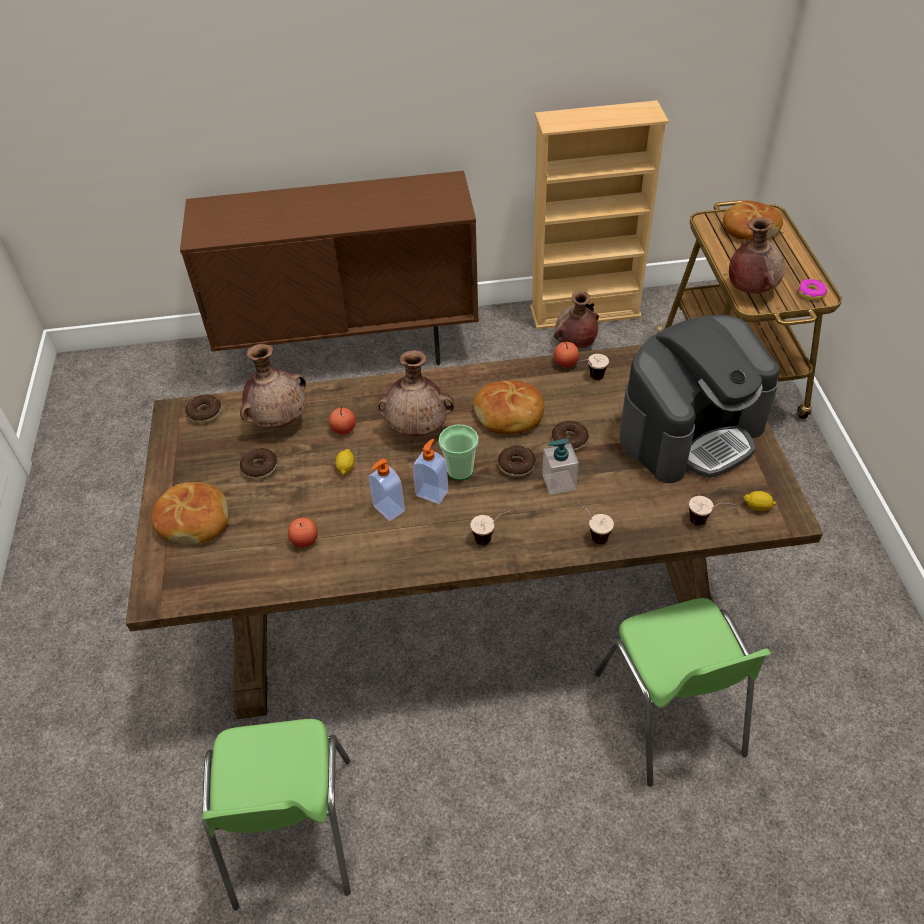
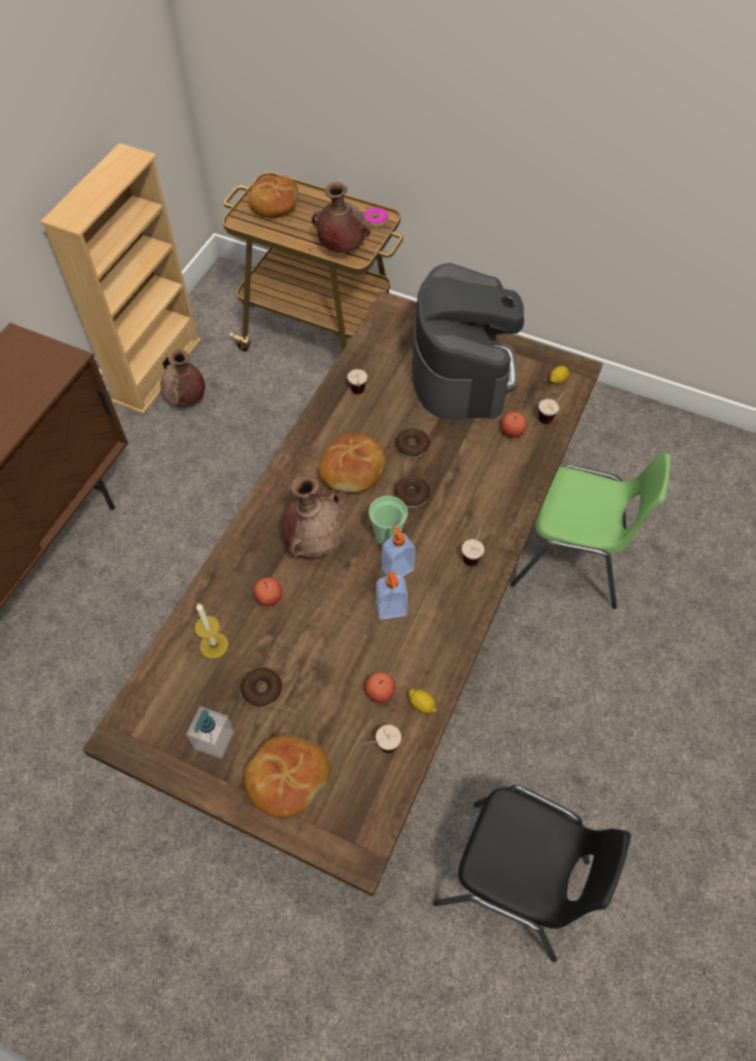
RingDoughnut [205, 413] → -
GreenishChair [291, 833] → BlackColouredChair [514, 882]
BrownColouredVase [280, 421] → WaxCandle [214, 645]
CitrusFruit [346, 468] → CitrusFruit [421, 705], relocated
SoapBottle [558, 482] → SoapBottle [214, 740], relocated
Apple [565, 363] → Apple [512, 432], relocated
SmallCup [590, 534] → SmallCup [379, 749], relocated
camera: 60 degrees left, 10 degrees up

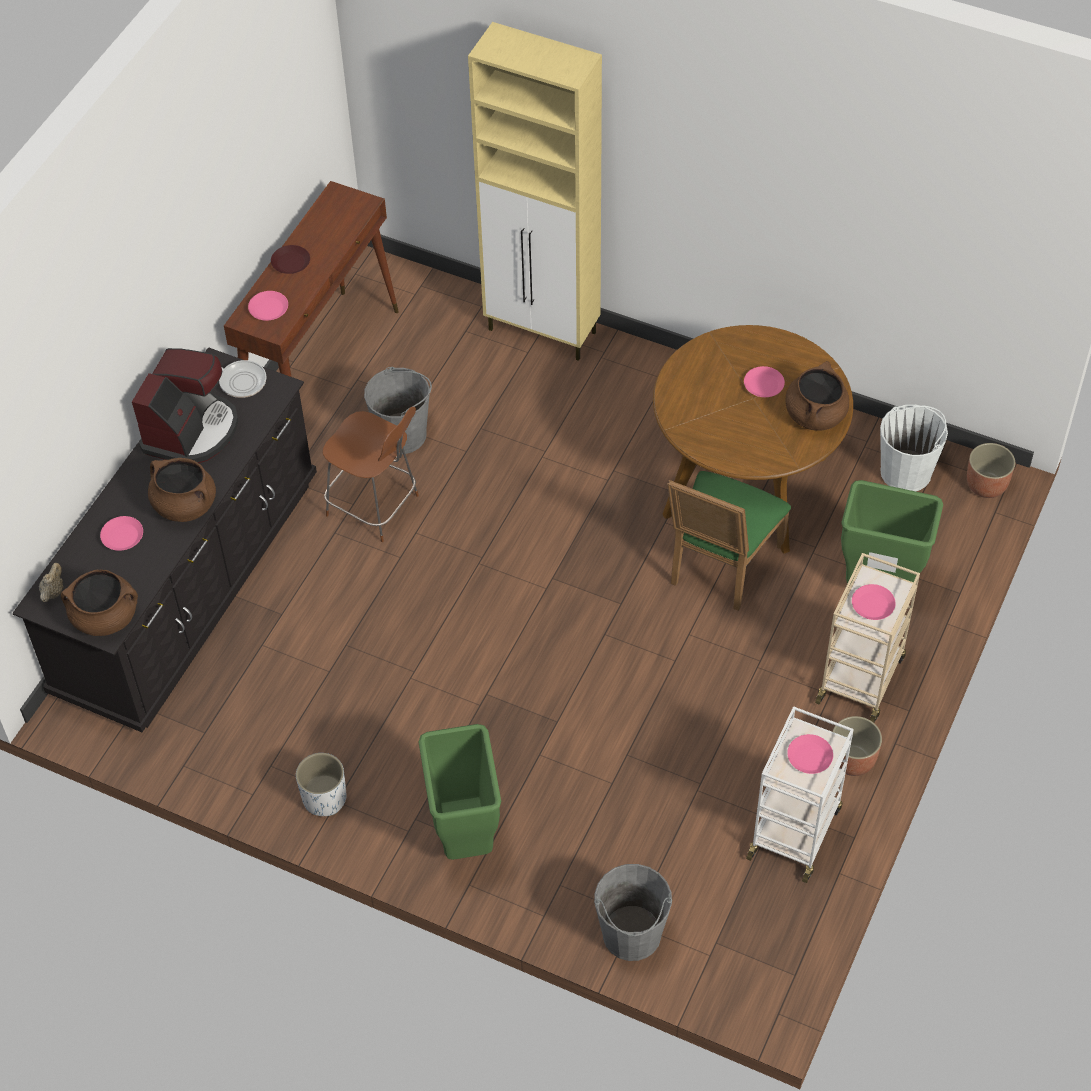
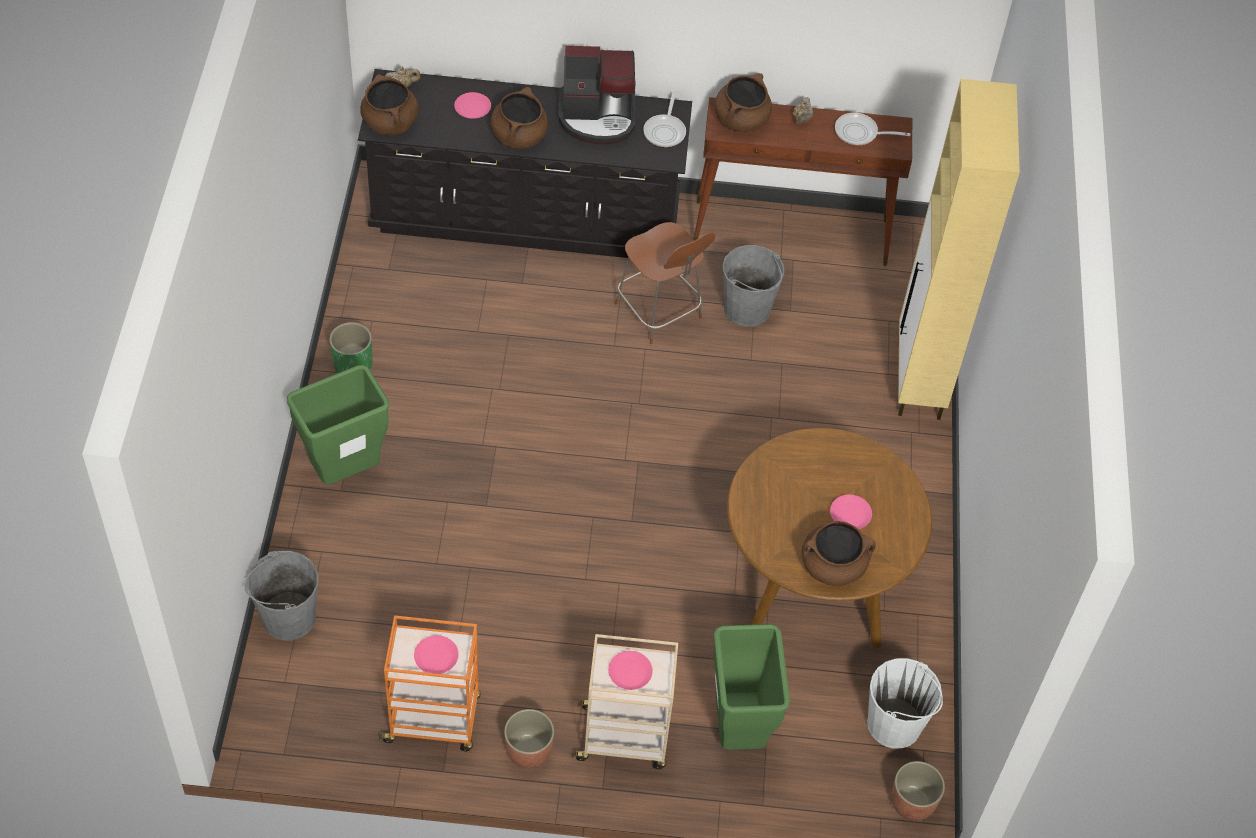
PinkColouredDinnerPlate [268, 309] → BrownColouredCookingPot [741, 120]
BrownColouredDinnerPlate [291, 263] → SandColouredPotForTea [801, 119]
WhiteFlowerPot [324, 798] → GreenishFlowerPot [353, 365]
BrownColouredChair [375, 507] → BrownColouredChair [660, 313], 45 degrees counterclockwise
GreenishChair [720, 568] → -
WhiteWheeledCart [794, 831] → OrangeWheeledCart [434, 719]
- → Pan [860, 133]
camera: 65 degrees right, 0 degrees up

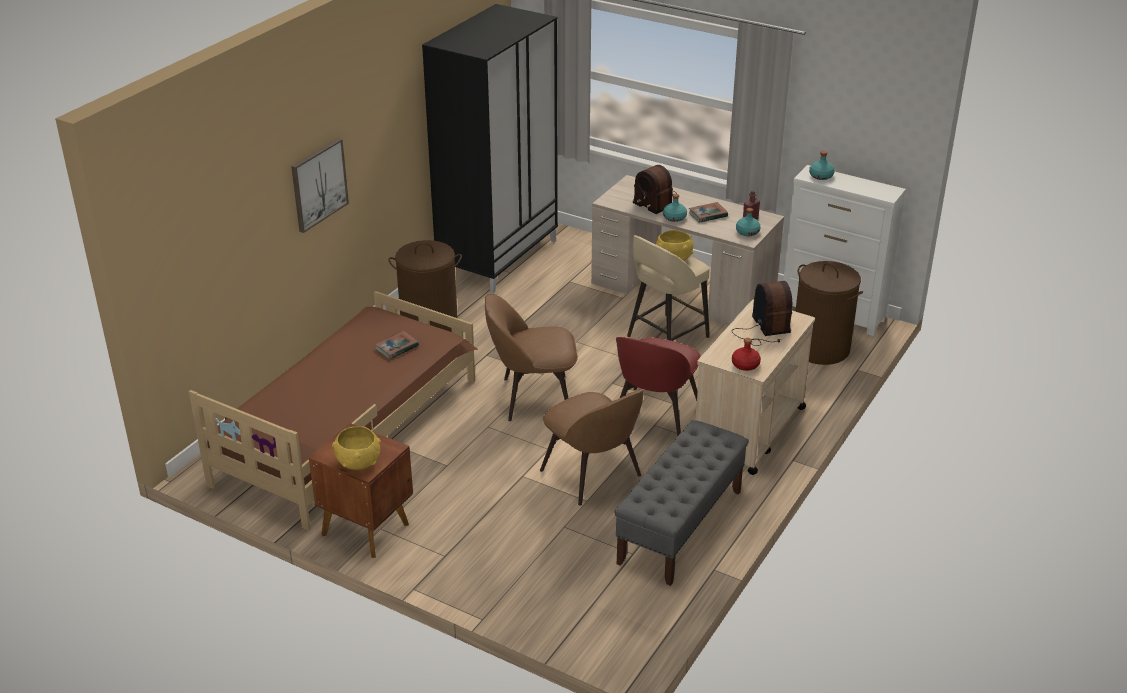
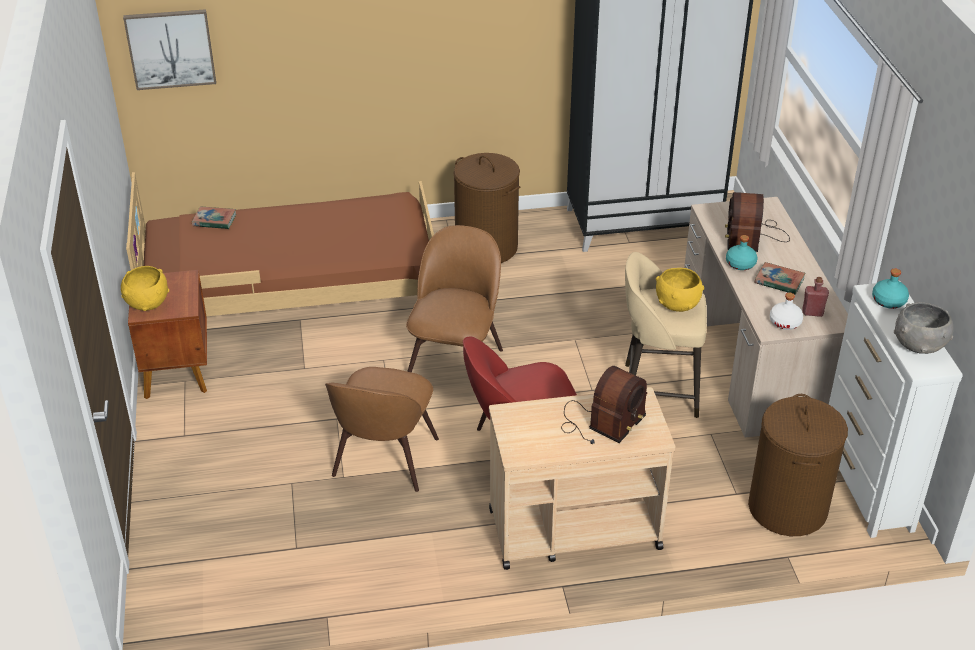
WallArt [318, 184] → WallArt [170, 49], relocated
Book [397, 348] → Book [214, 220], relocated
BrownColouredChair [533, 398] → BrownColouredChair [456, 361], 60 degrees clockwise
GreyishIndoorBench [680, 527] → -
ReddishDrinkBottle [745, 365] → -
BlueGreenDrinkBottle [747, 232] → WhiteDrinkBottle [785, 322]
- → GreyishBowl [918, 345]
camera: 50 degrees right, 5 degrees up

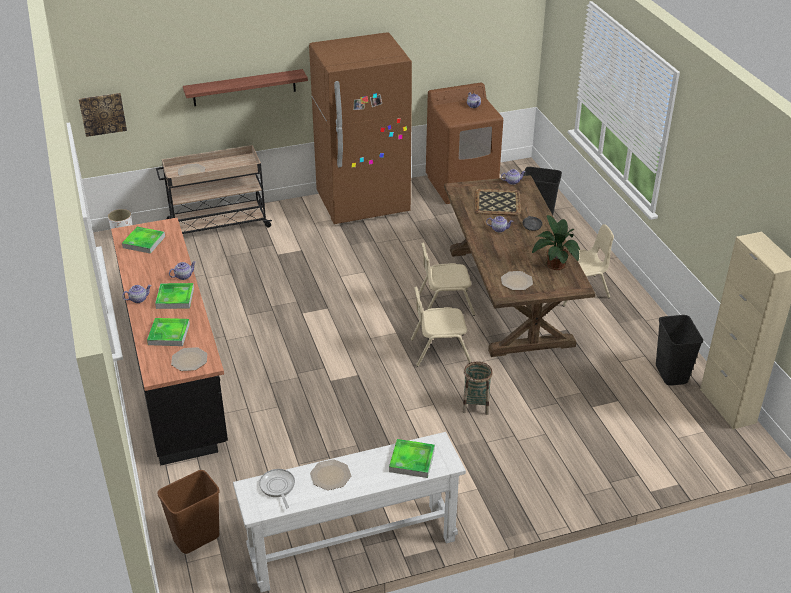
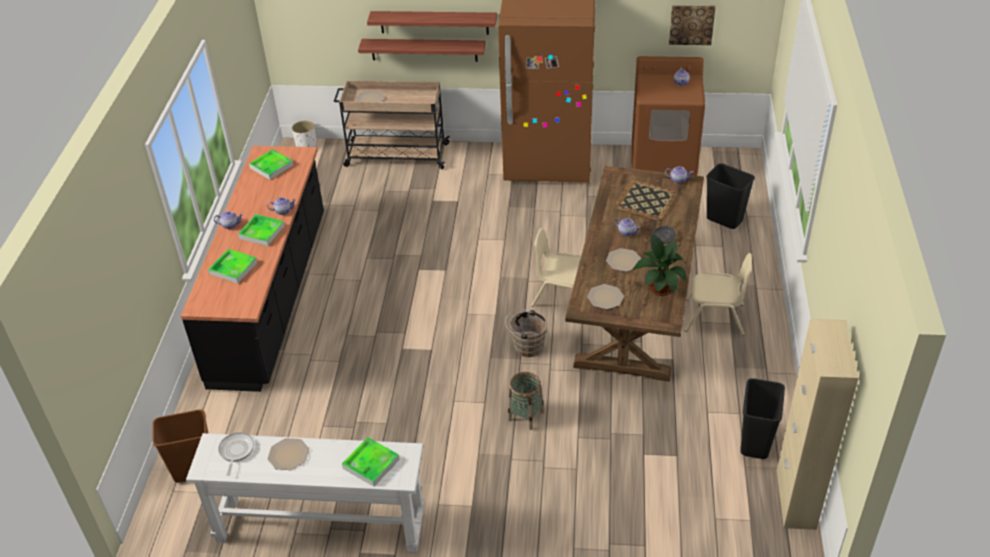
WallArt [102, 114] → WallArt [691, 24], relocated
DinnerPlate [189, 360] → DinnerPlate [623, 260], relocated
SandColouredChair [439, 350] → BrownColouredWaterBucket [526, 346]
- → Shelf [424, 50]
camera: 25 degrees right, 5 degrees up

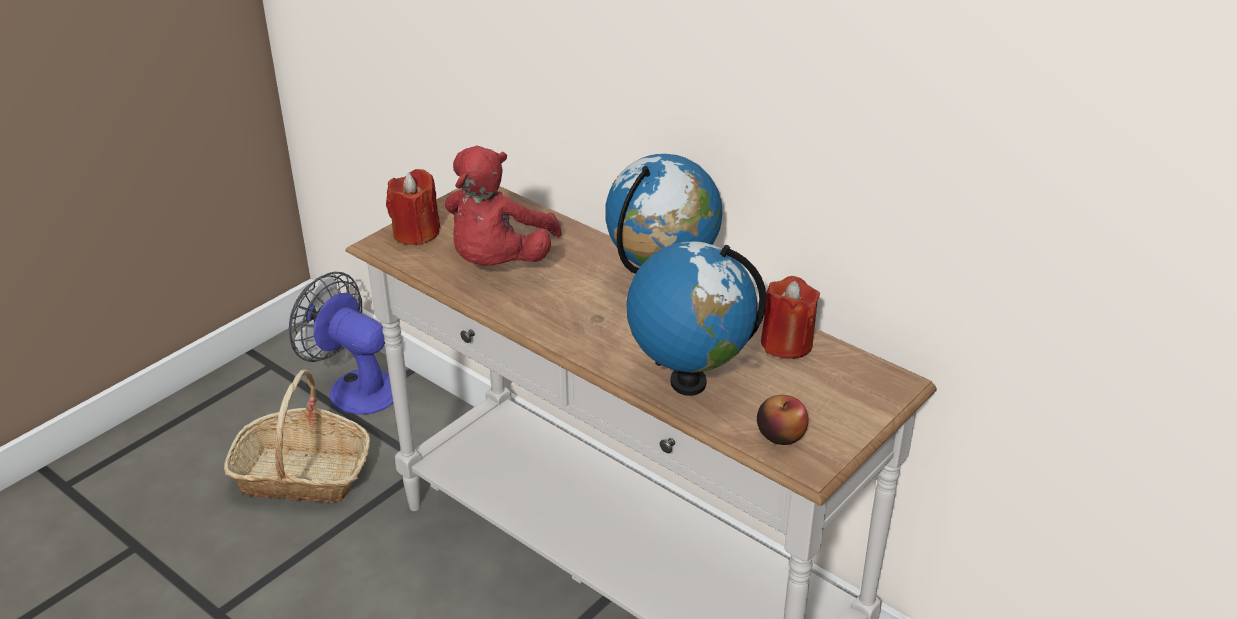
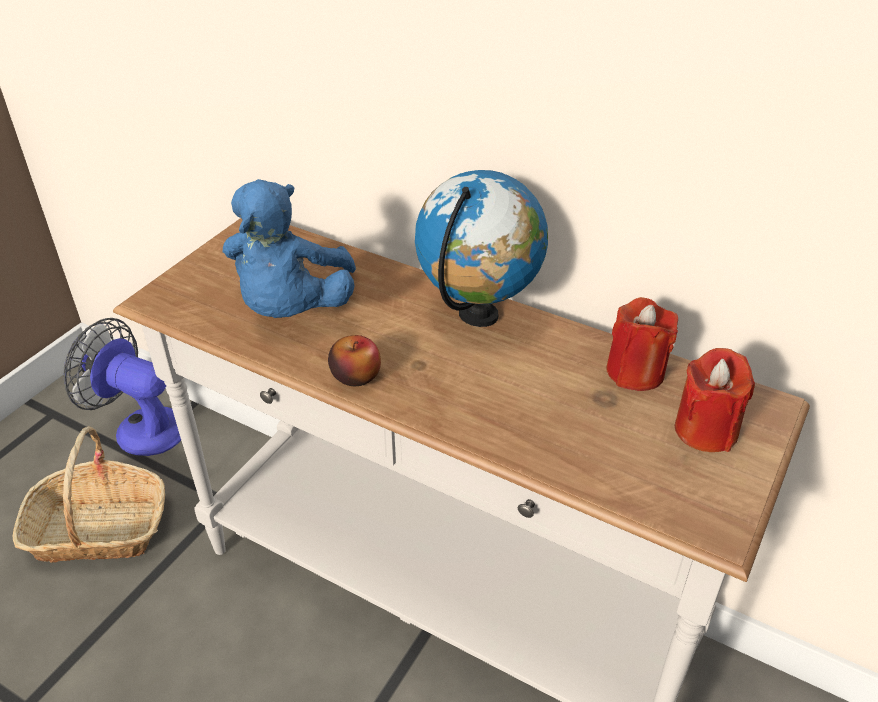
ReddishWaxCandle [416, 233] → ReddishWaxCandle [705, 430], relocated
ReddishPlushToy [498, 262] → BluePlushToy [292, 309]
WorldGlobe [688, 382] → -
Apple [781, 434] → Apple [356, 375], relocated
camera: 10 degrees left, 5 degrees up

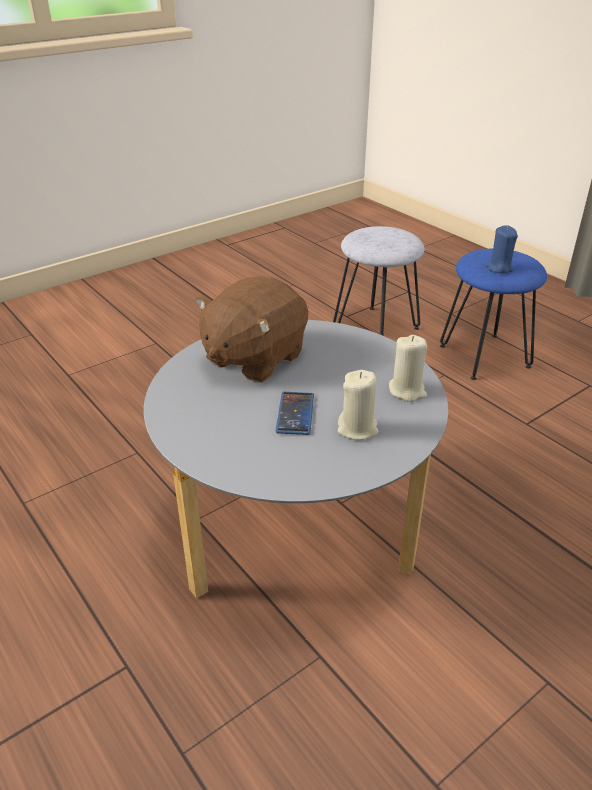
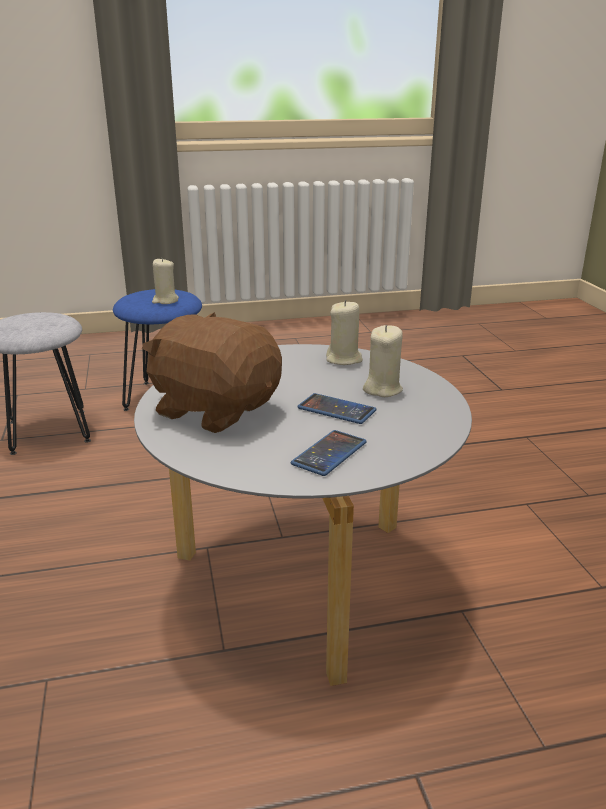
BrownColouredPlushToy [253, 358] → BrownColouredPlushToy [215, 409], 150 degrees clockwise
BlueWaxCandle [499, 268] → SandColouredWaxCandle [165, 301]
- → Telephone [329, 453]
camera: 65 degrees left, 10 degrees down

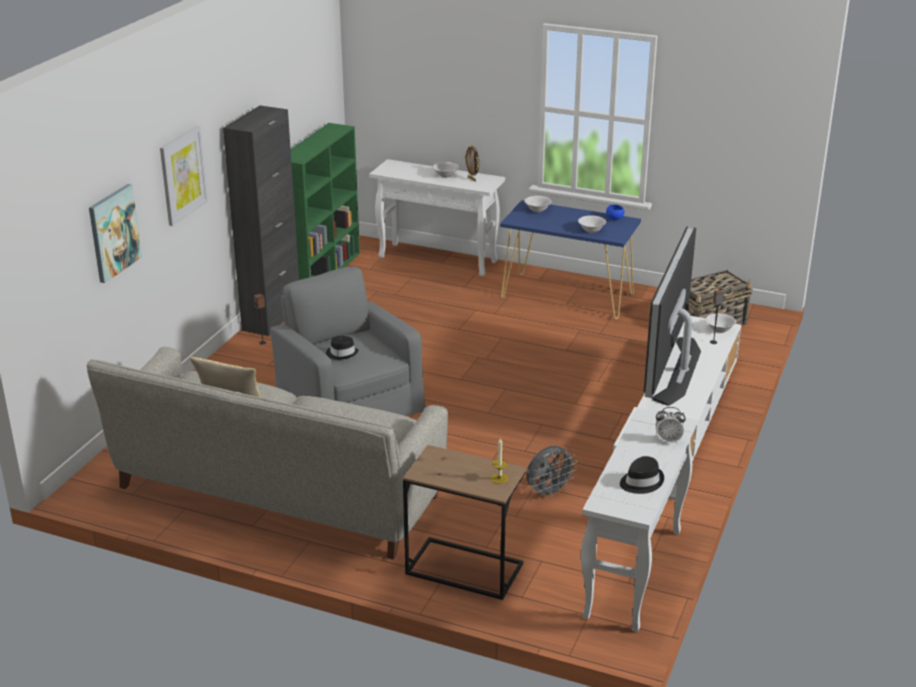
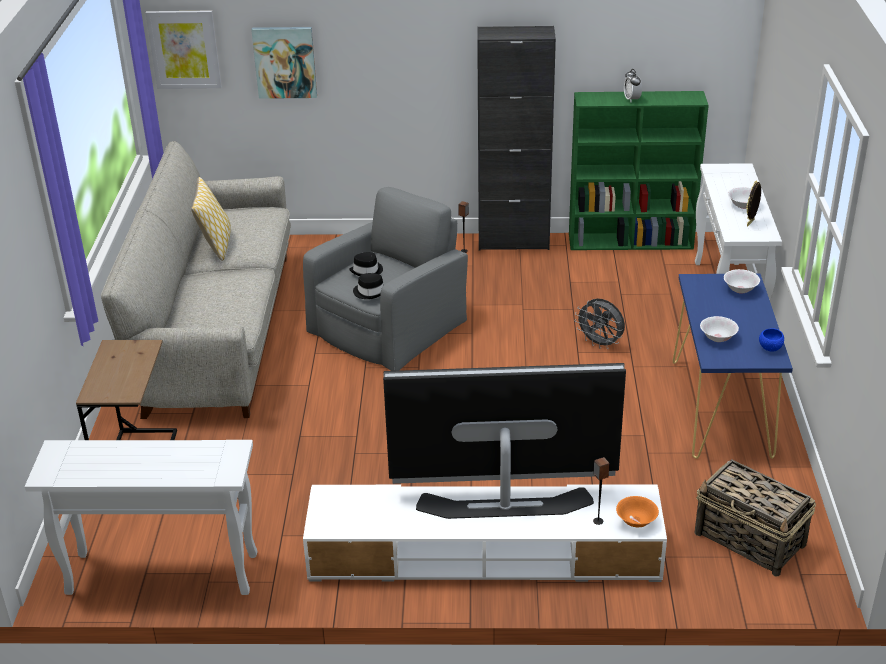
WallArt [183, 175] → WallArt [184, 49], relocated
WaxCandle [499, 478] → -
GreyishFan [549, 492] → GreyishFan [600, 344], relocated
BlackColouredHat [641, 482] → BlackColouredHat [370, 292], relocated
AlarmClock [668, 440] → AlarmClock [632, 99], relocated
WhiteBowl [719, 330] → OrangeBowl [636, 521]
camera: 70 degrees right, 5 degrees up

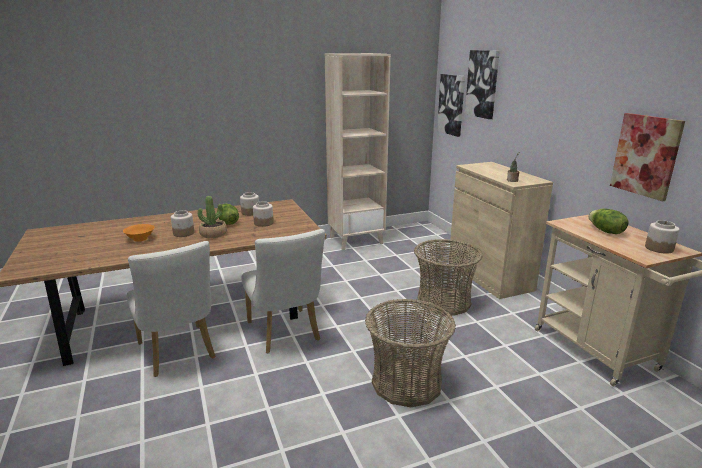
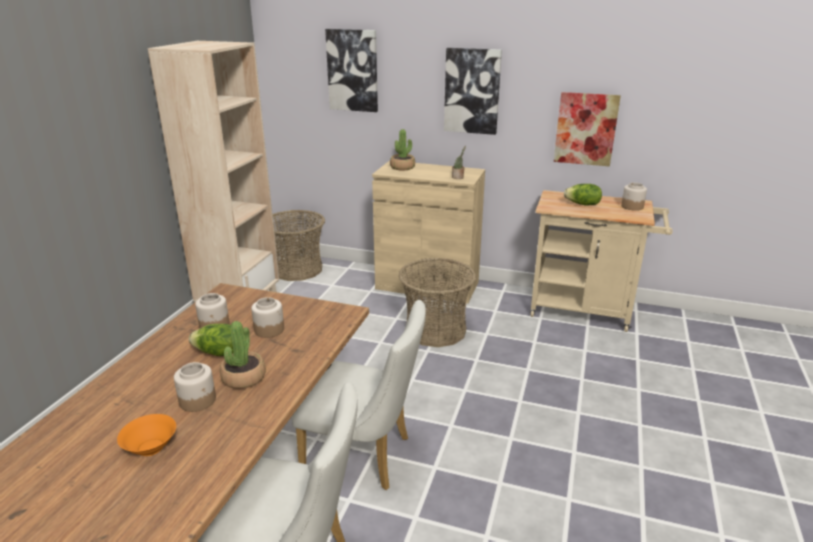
Basket [407, 382] → Basket [297, 269], relocated
WallArt [451, 104] → WallArt [472, 91], relocated
- → Houseplant [402, 167]
camera: 50 degrees left, 5 degrees up

